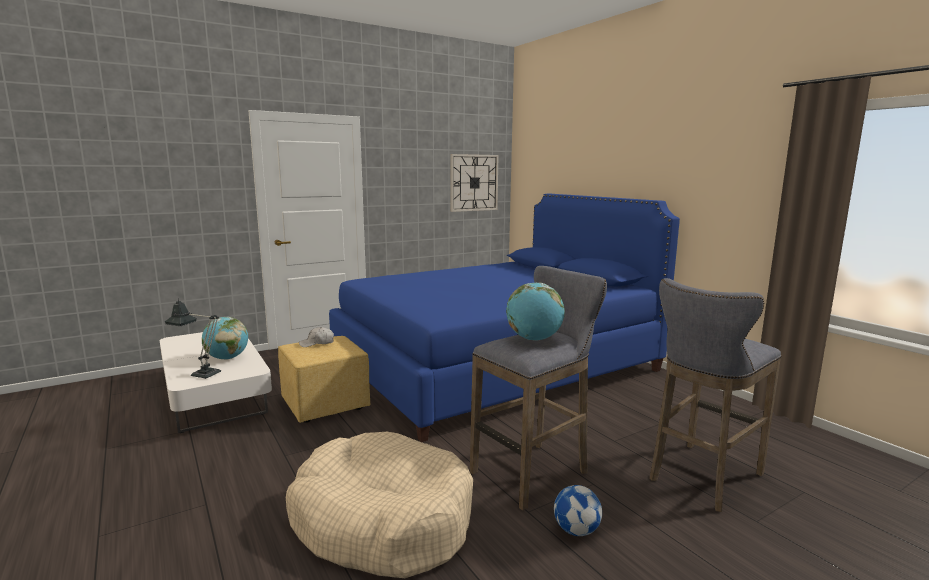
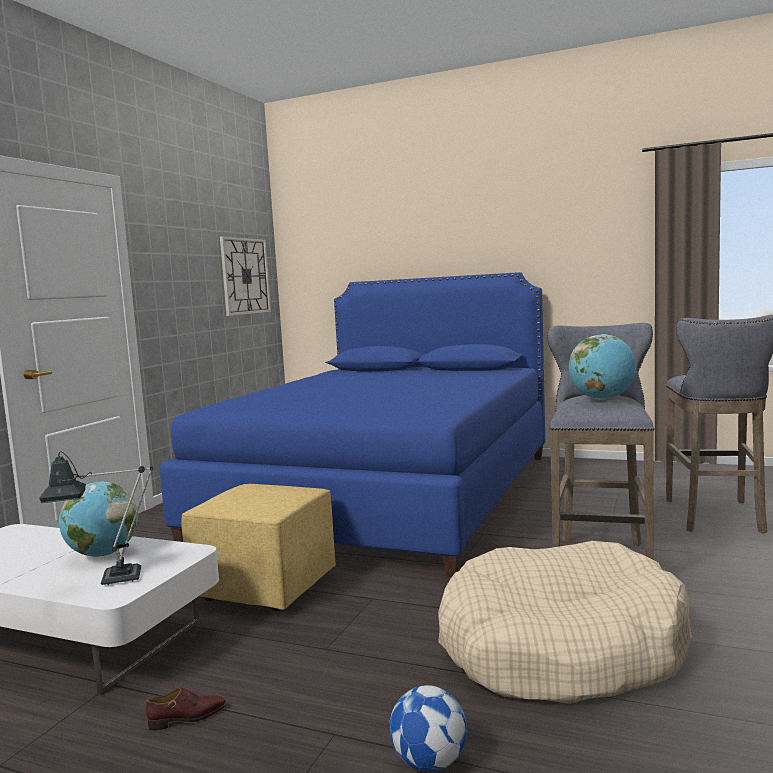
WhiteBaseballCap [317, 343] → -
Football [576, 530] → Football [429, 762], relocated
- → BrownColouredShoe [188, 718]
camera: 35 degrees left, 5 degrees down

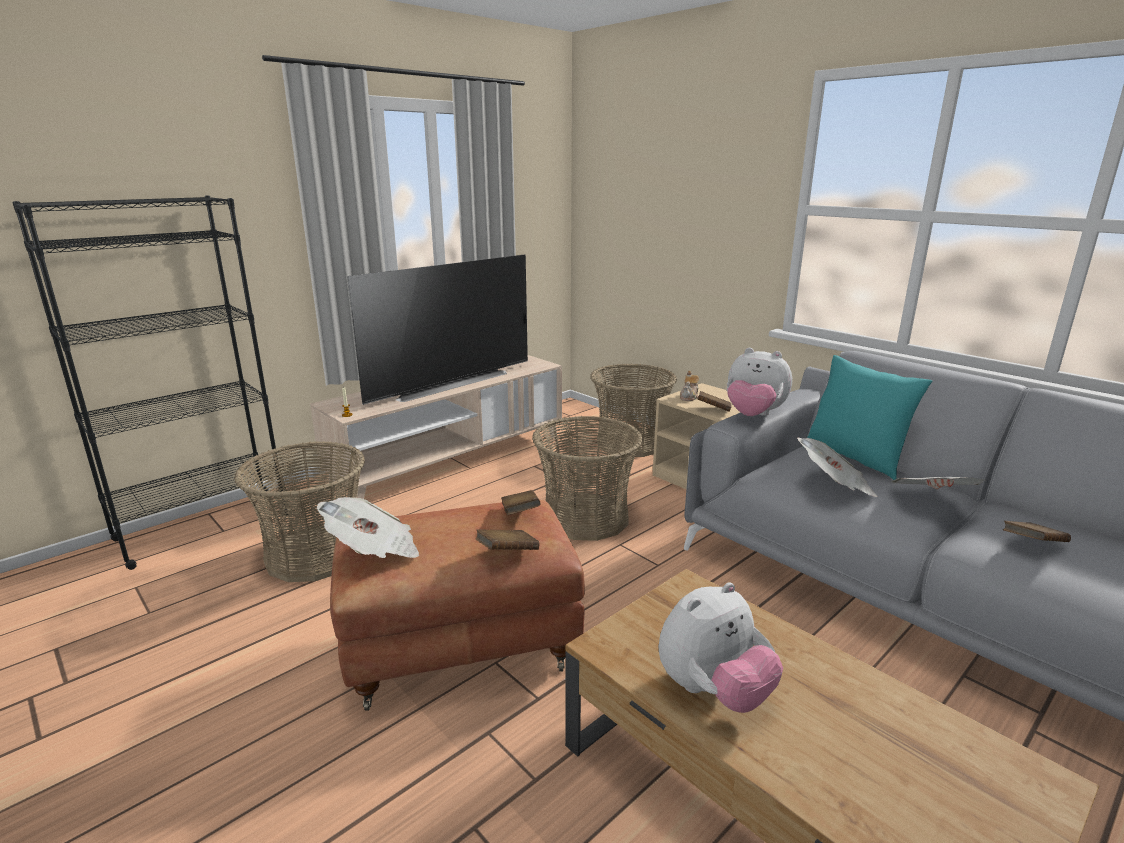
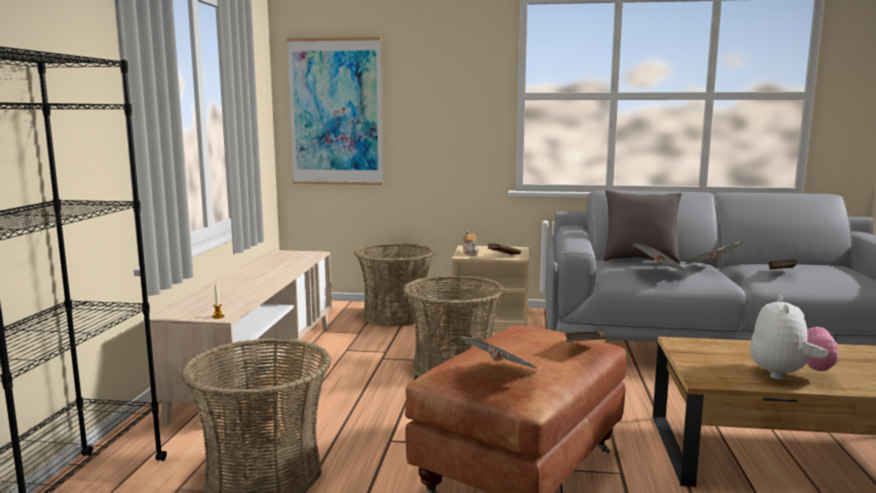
Tv [448, 383] → -
BrownColouredBook [520, 514] → -
PlushToy [753, 415] → -
BlueGreenPillow [854, 459] → GreyishPillow [639, 260]
- → WallArt [336, 112]
camera: 40 degrees left, 10 degrees down

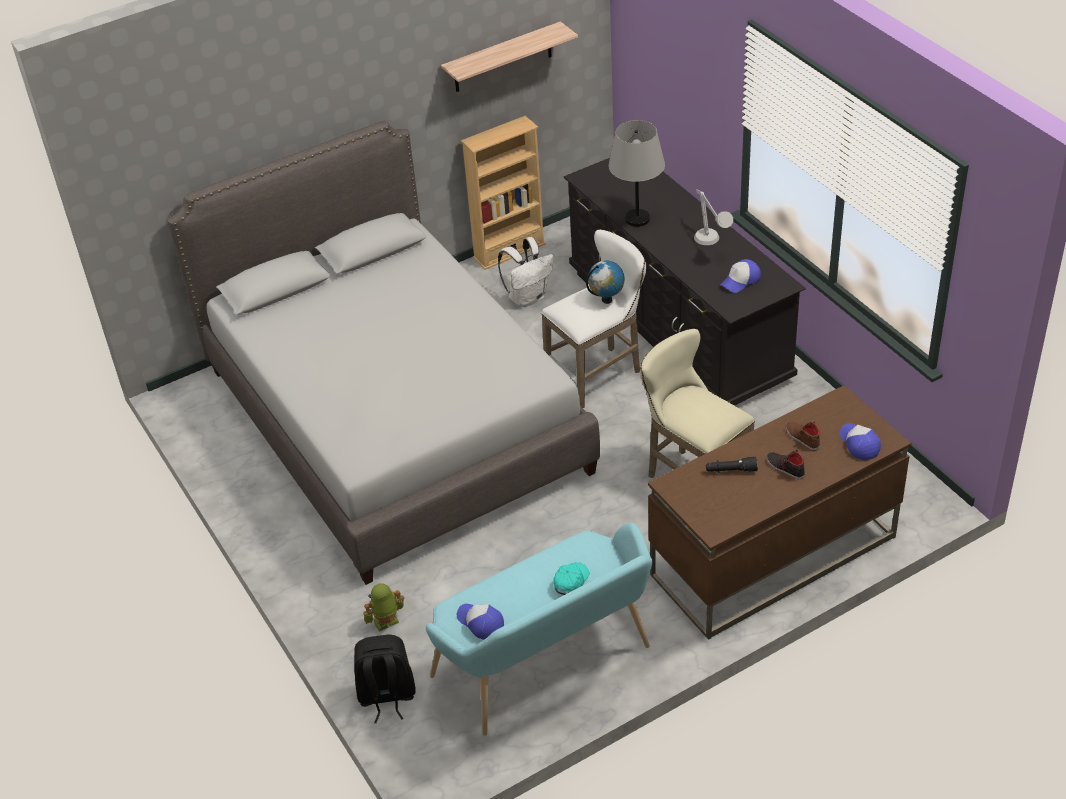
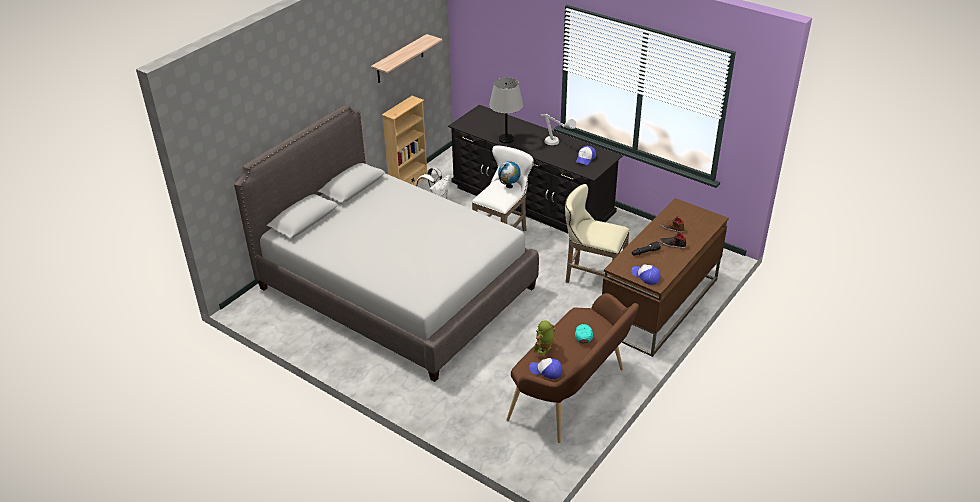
BlackColouredRucksack [386, 696] → -
ToyRobot [386, 623] → ToyRobot [544, 350], relocated
BlueGreenIndoorBench [548, 666] → BrownColouredIndoorBench [572, 395]
BaseballCap [859, 444] → BaseballCap [645, 276], relocated
camera: 25 degrees left, 5 degrees down

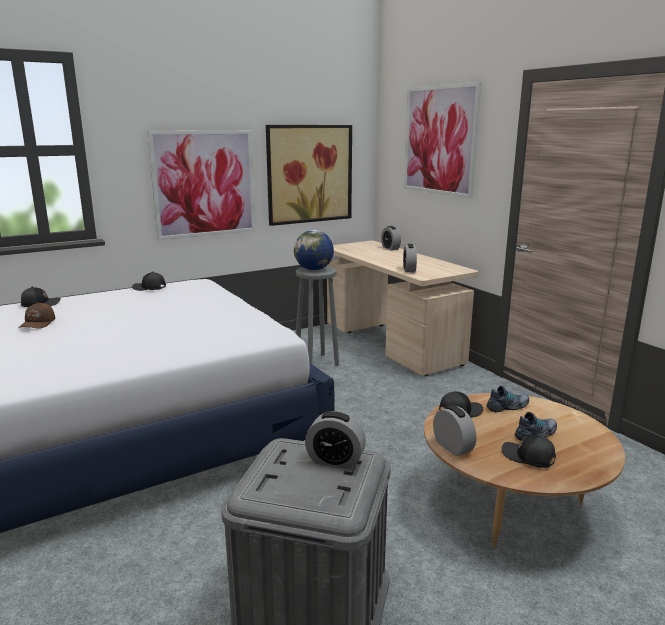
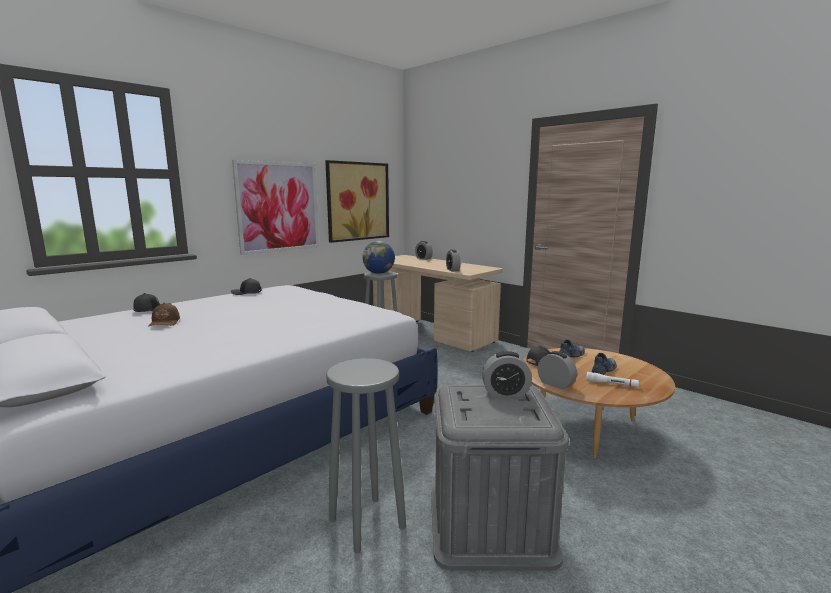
WallArt [439, 140] → -
BlackColouredBaseballCap [528, 457] → WhiteHandTorch [611, 384]
- → GreyishSittingStool [366, 522]
camera: 15 degrees left, 5 degrees down

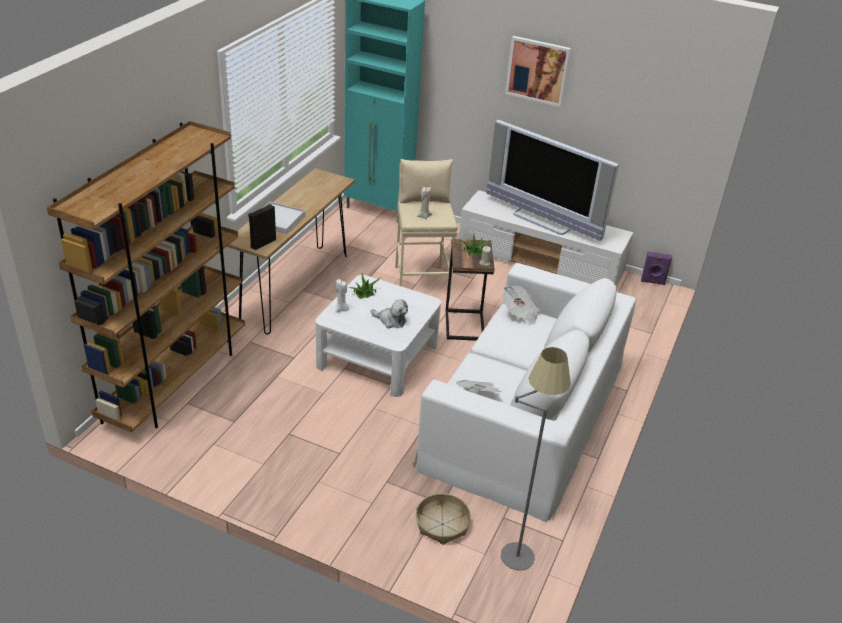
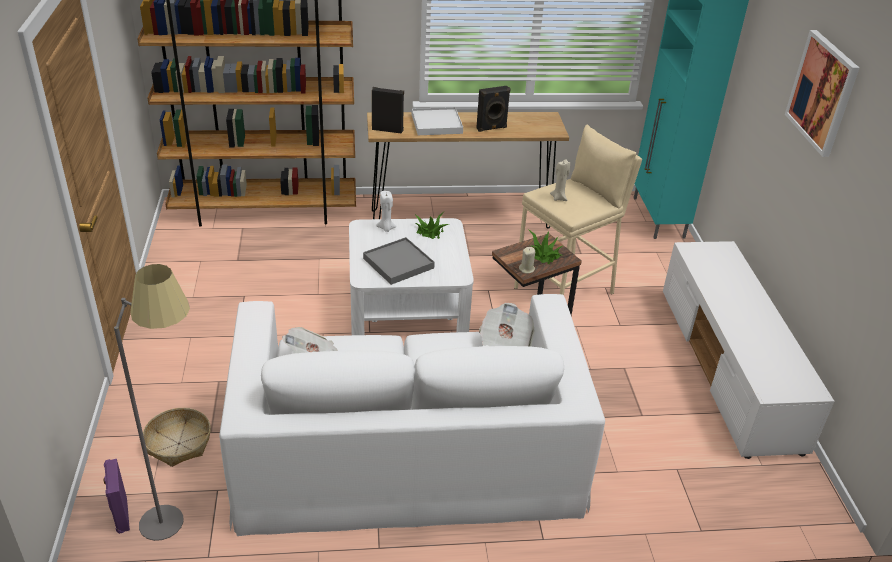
PlushToy [391, 320] → GreyishServingTray [398, 263]
Tv [543, 220] → -
PurplishAudioSpeaker [652, 282] → PurplishAudioSpeaker [121, 515], relocated
- → BlackColouredAudioSpeaker [492, 128]
camera: 60 degrees right, 0 degrees up

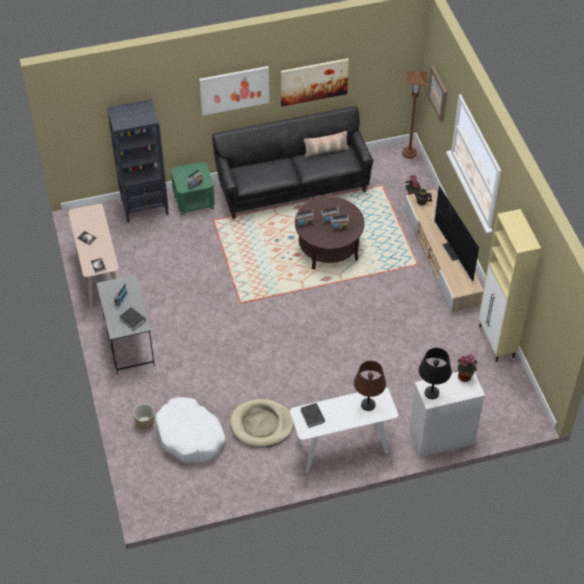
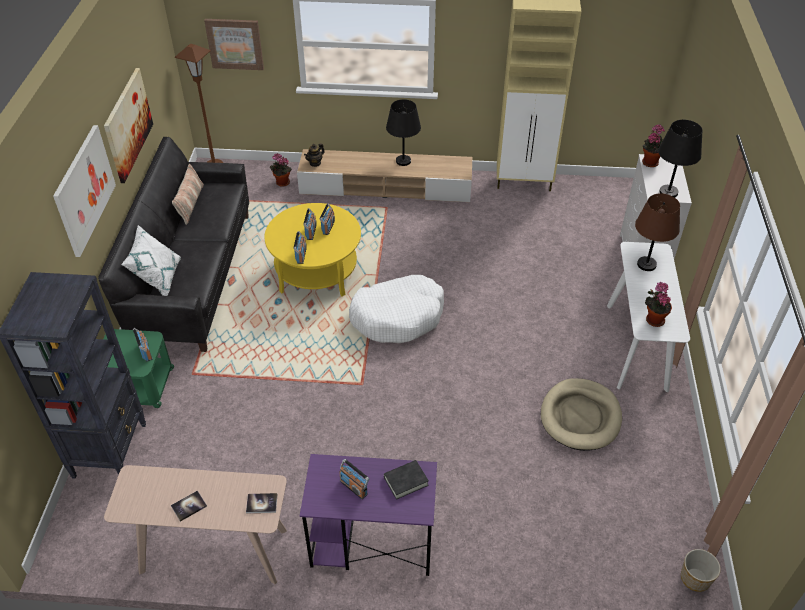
GreyishDesk [129, 342] → PurplishDesk [371, 542]
FlowerPot [145, 422] → FlowerPot [695, 578], relocated
WhitePetBed [190, 436] → WhitePetBed [398, 316], relocated
BrownColouredCoffeeTable [328, 247] → YellowColouredCoffeeTable [316, 272]
BlackColouredBook [312, 416] → Houseplant [653, 319]
Tv [453, 251] → BlackColouredTableLamp [403, 161]
- → WhitePillow [158, 278]
camera: 70 degrees left, 5 degrees down

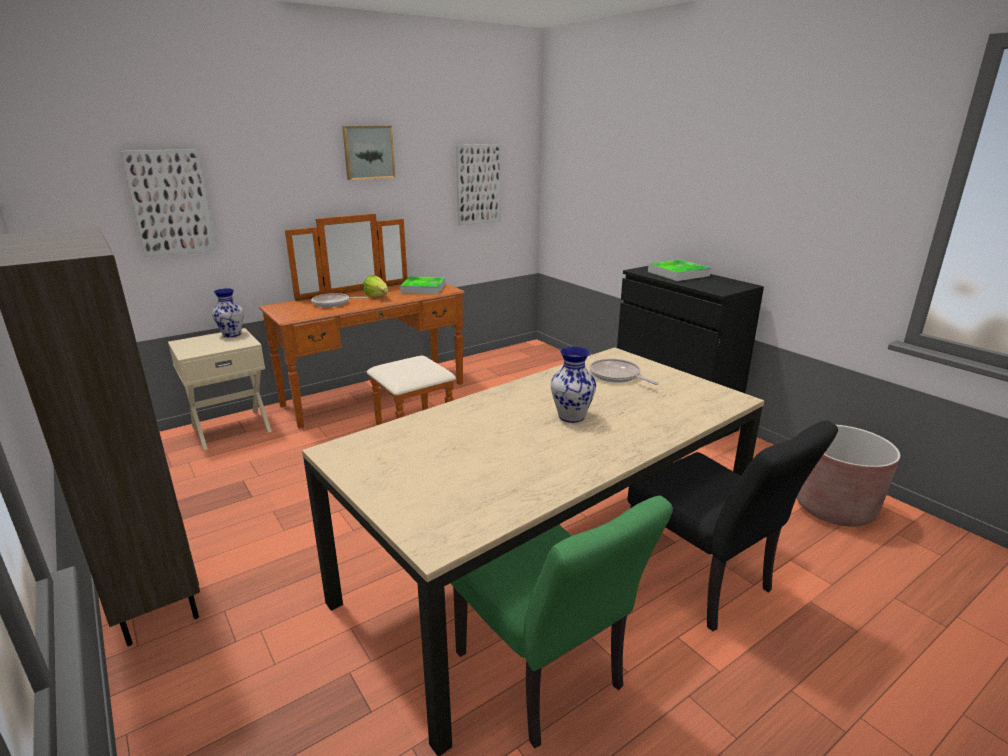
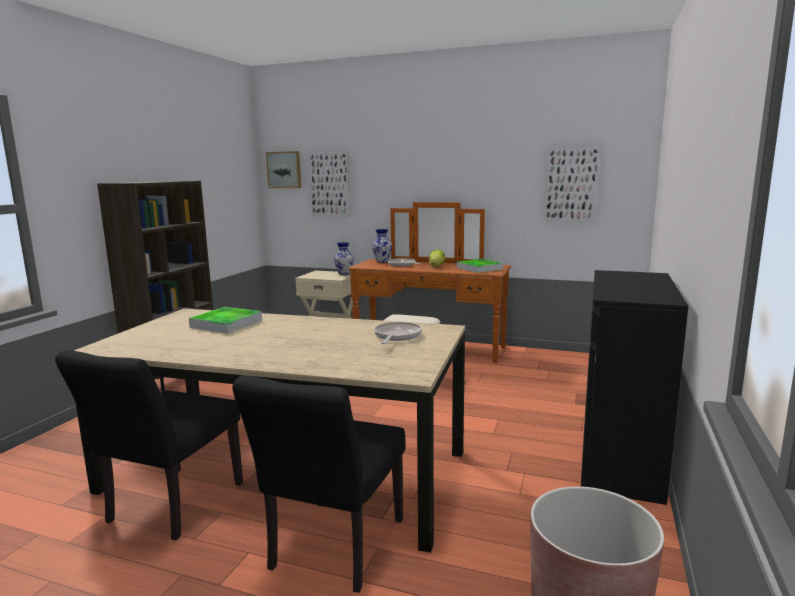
WallArt [368, 152] → WallArt [284, 170], relocated
GreenishChair [546, 679] → BlackColouredChair [169, 507]
Vase [570, 416] → Vase [382, 261], relocated
ServingTray [678, 274] → ServingTray [226, 324], relocated
camera: 55 degrees right, 10 degrees down

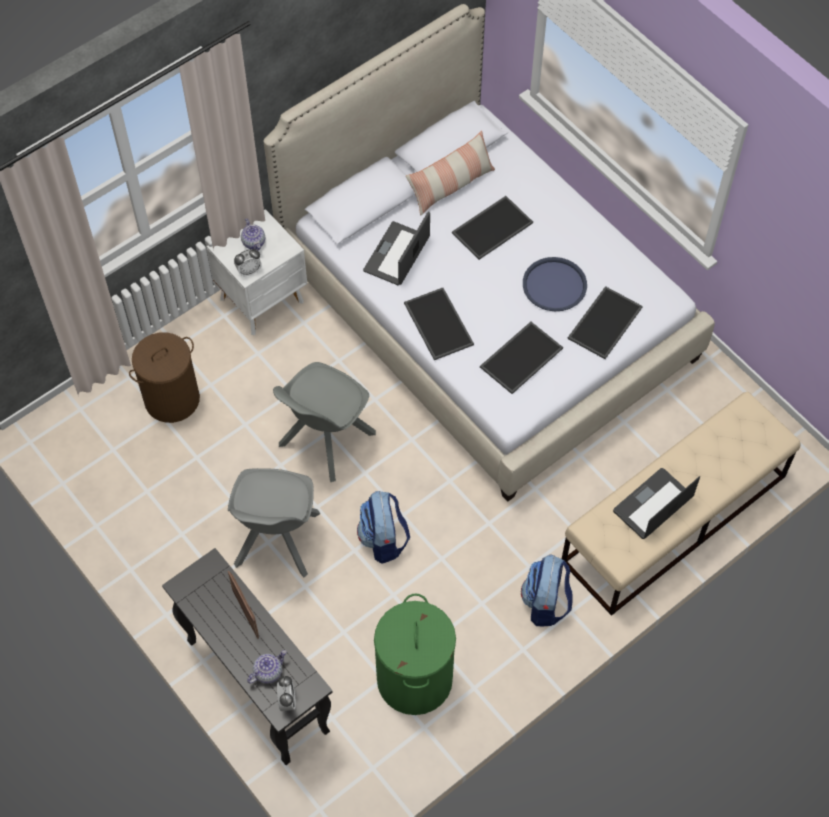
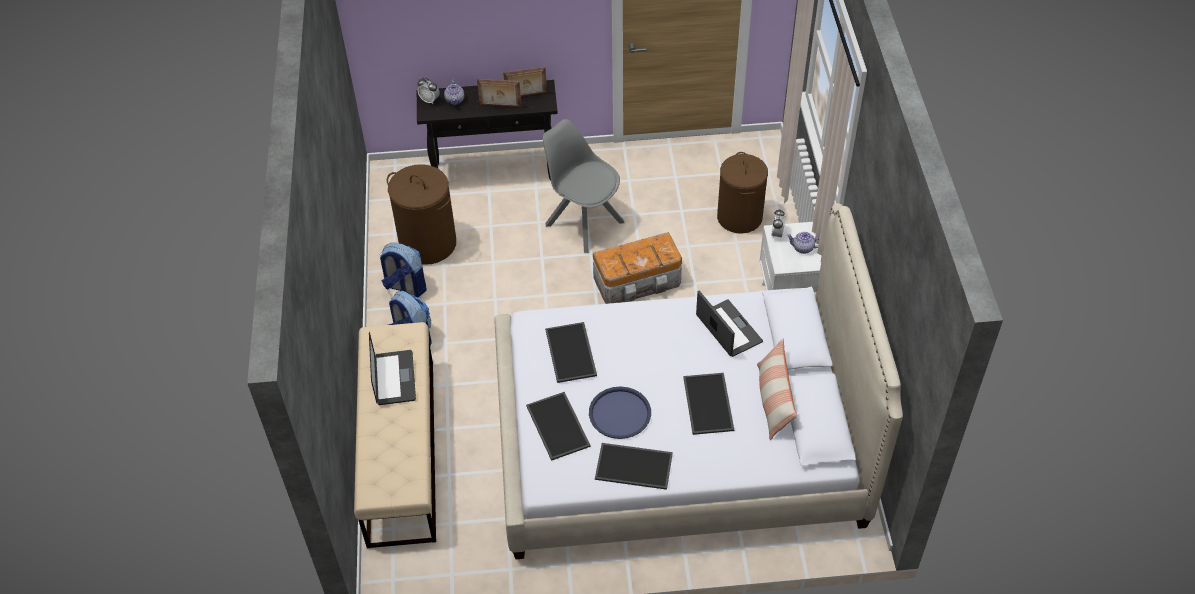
GreyishChair [325, 441] → StorageBin [639, 282]
Rucksack [383, 540] → Rucksack [405, 287], relocated
GreenishHamper [415, 679] → BrownColouredHamper [427, 244]
ServingTray [437, 323] → ServingTray [634, 465], relocated
- → PictureFrame [526, 96]
camera: 125 degrees right, 10 degrees down

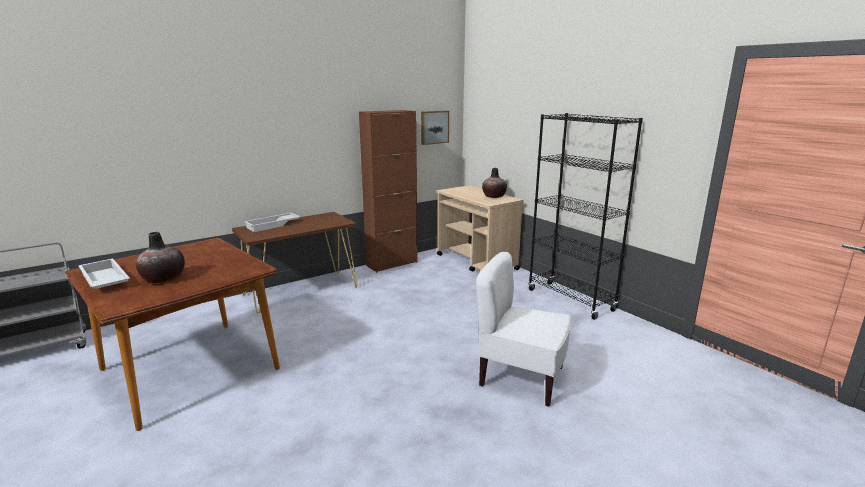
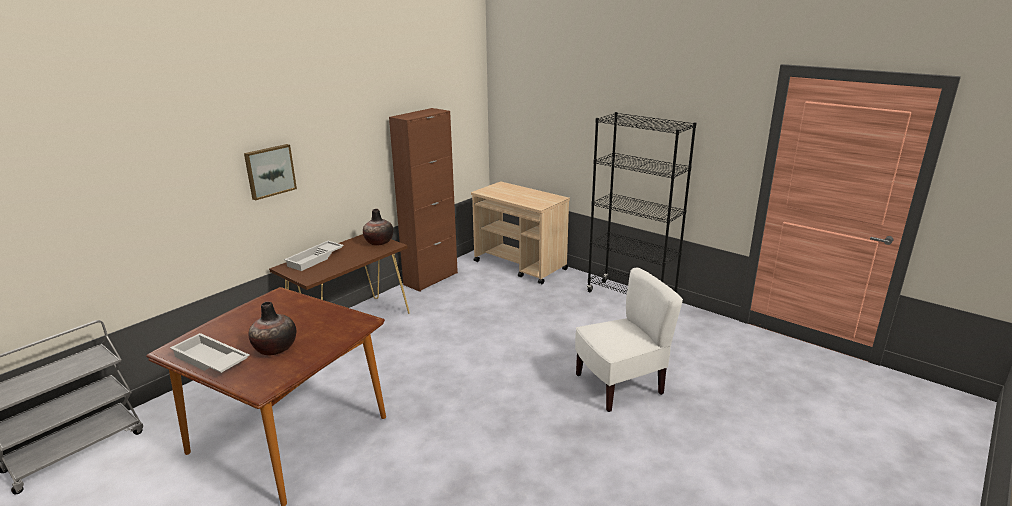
WallArt [434, 127] → WallArt [269, 171], relocated
WhiteChair [521, 378] → WhiteChair [620, 385], 150 degrees clockwise
Vase [494, 196] → Vase [379, 242], relocated
camera: 15 degrees left, 5 degrees up

